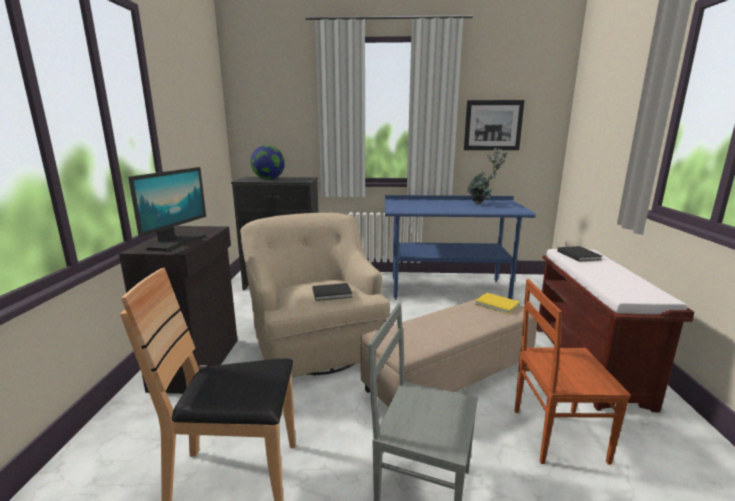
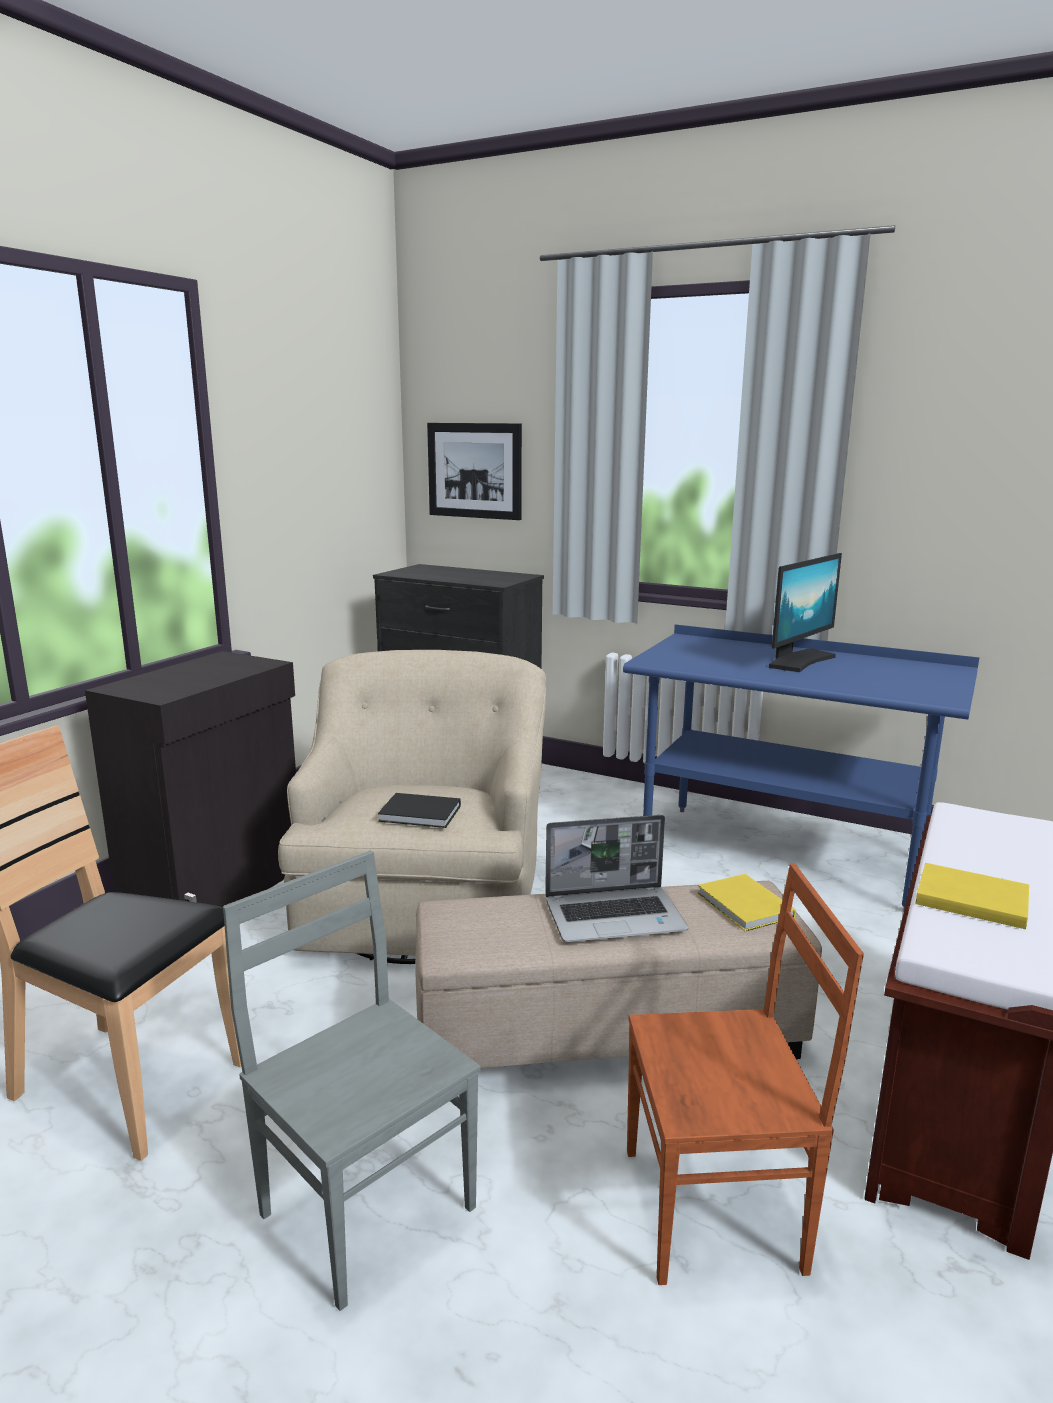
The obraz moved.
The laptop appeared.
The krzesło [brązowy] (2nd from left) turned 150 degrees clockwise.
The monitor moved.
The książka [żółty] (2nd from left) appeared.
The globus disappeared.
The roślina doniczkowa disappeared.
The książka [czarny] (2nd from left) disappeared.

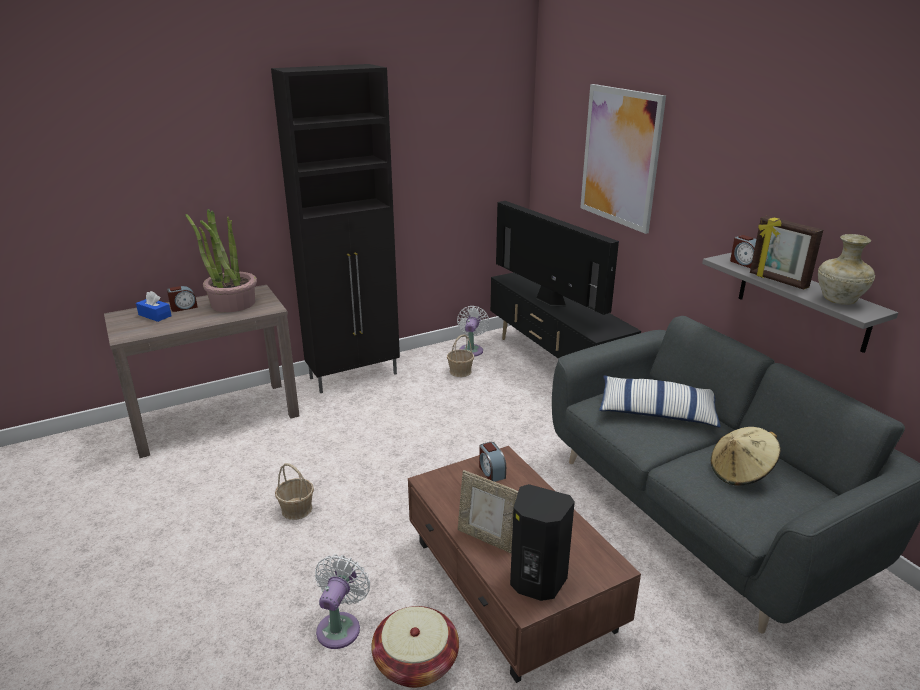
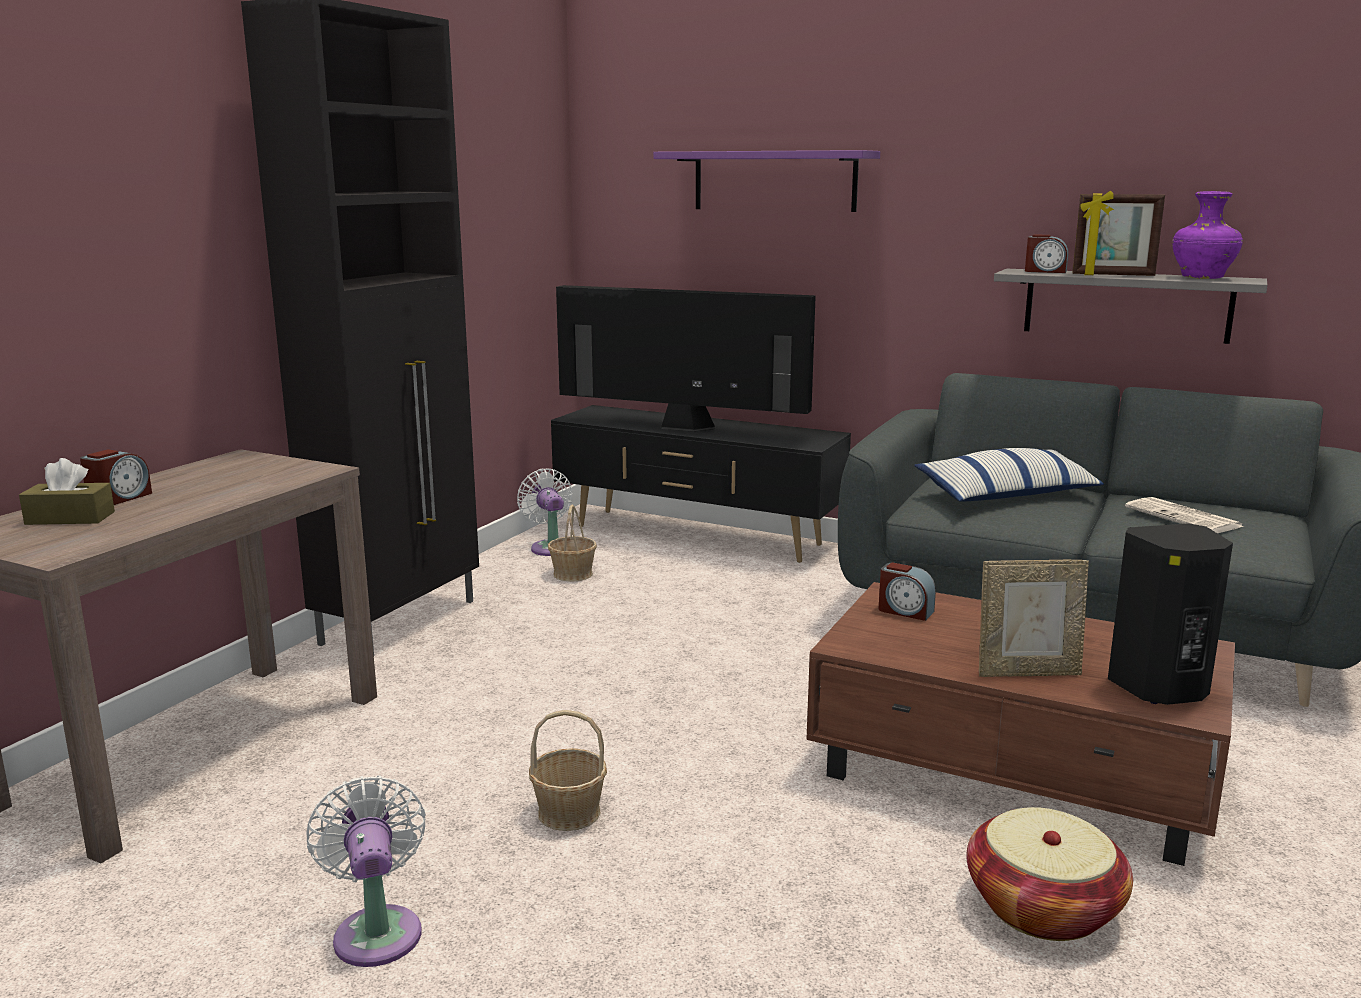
The pudełko chusteczek [niebieski] became the pudełko chusteczek [brązowy].
The wentylator [biały] (1st from left) moved.
The obraz was replaced by the półka [fioletowy].
The kapelusz [beżowy] was replaced by the gazeta.
The wazon [beżowy] became the wazon [fioletowy].
The roślina doniczkowa disappeared.

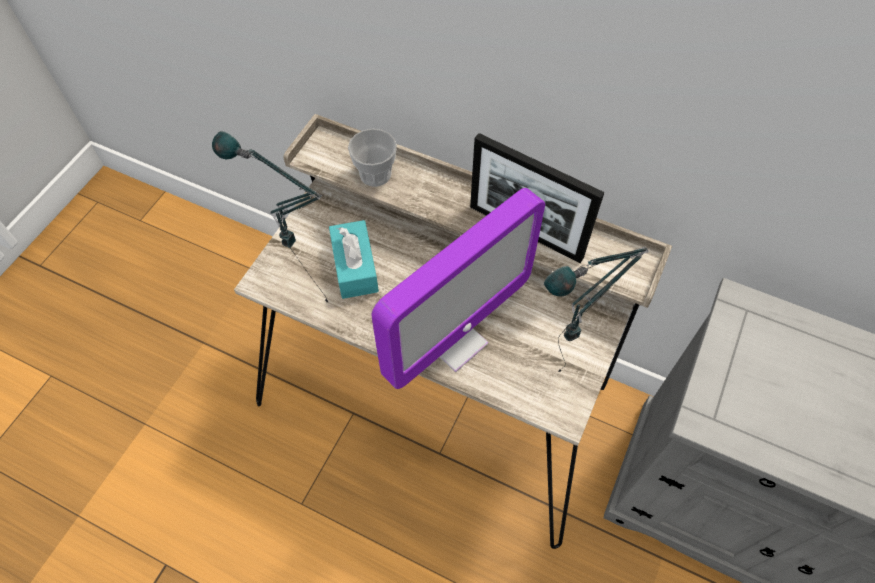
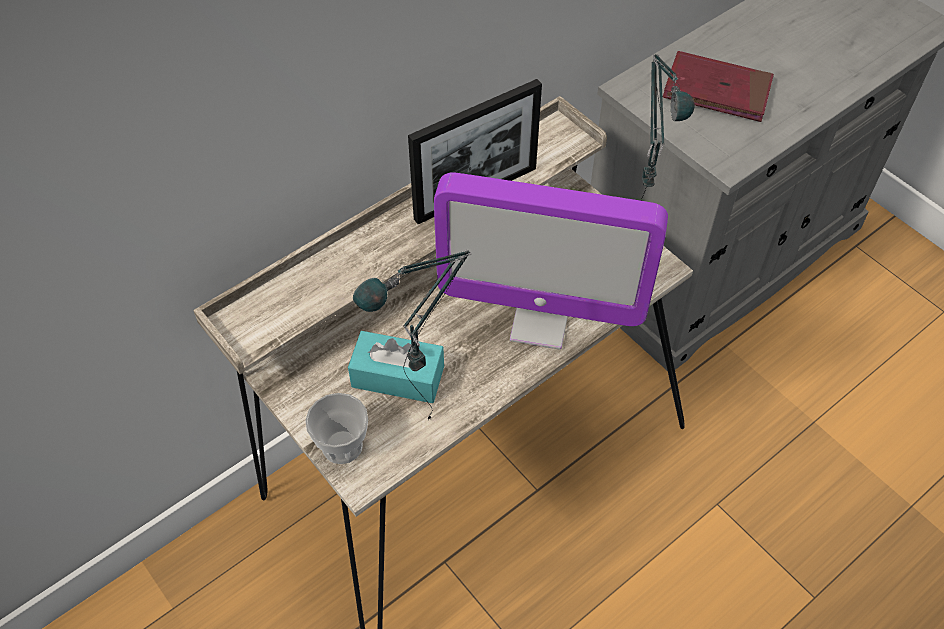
The filiżanka moved.
The monitor turned 120 degrees clockwise.
The książka [czerwony] appeared.

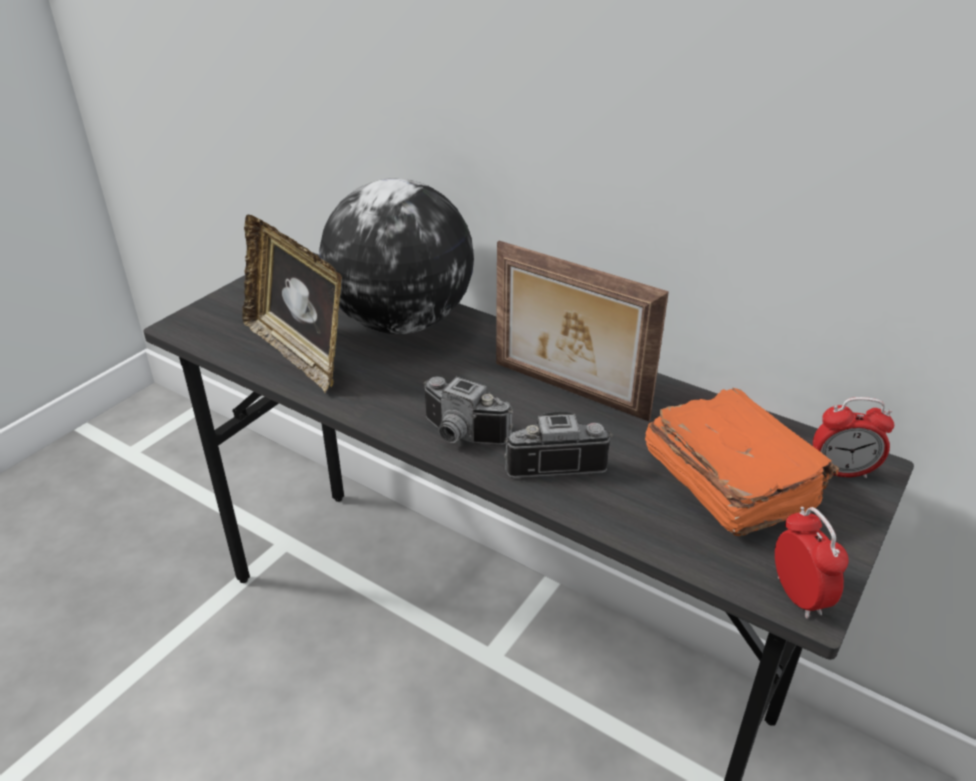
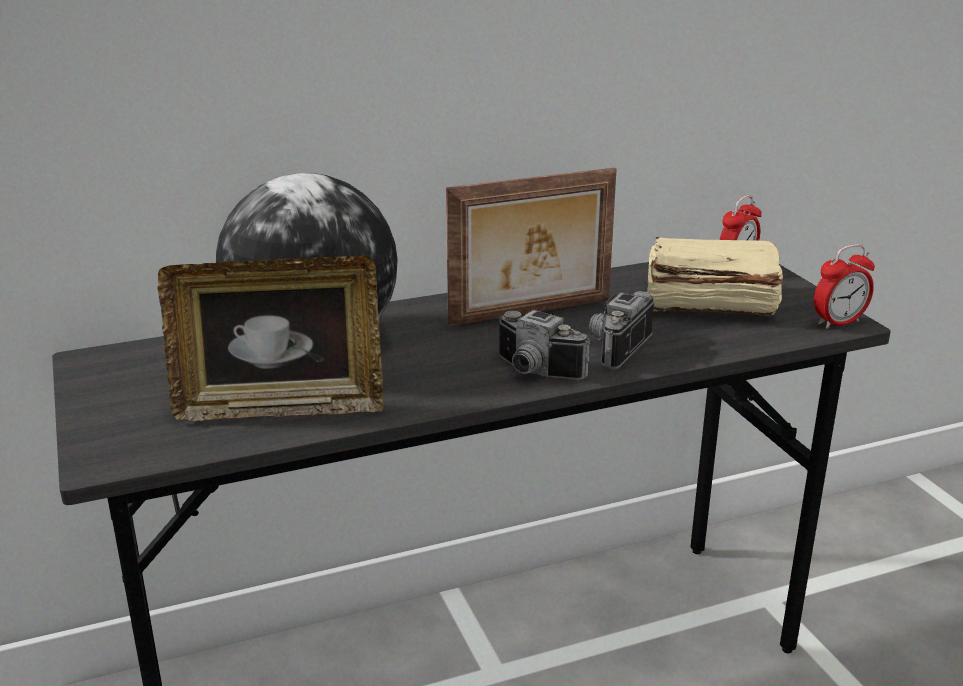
The aparat fotograficzny (1st from left) turned 60 degrees clockwise.
The książka [pomarańczowy] became the książka [beżowy].
The budzik (1st from left in the first image) turned 135 degrees clockwise.

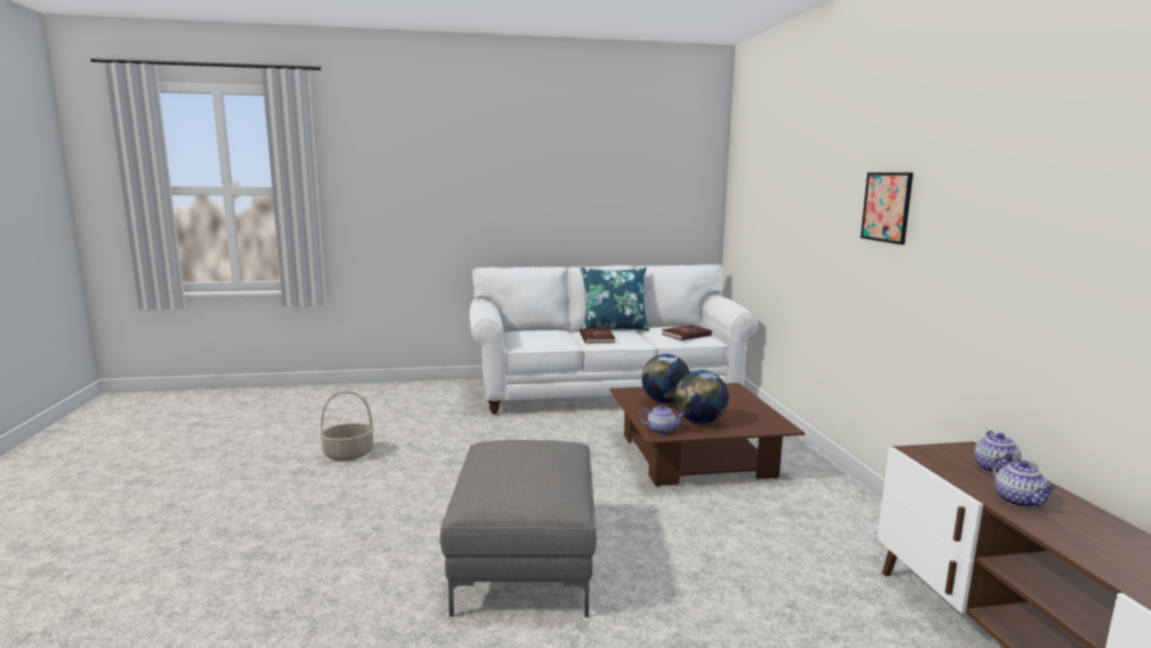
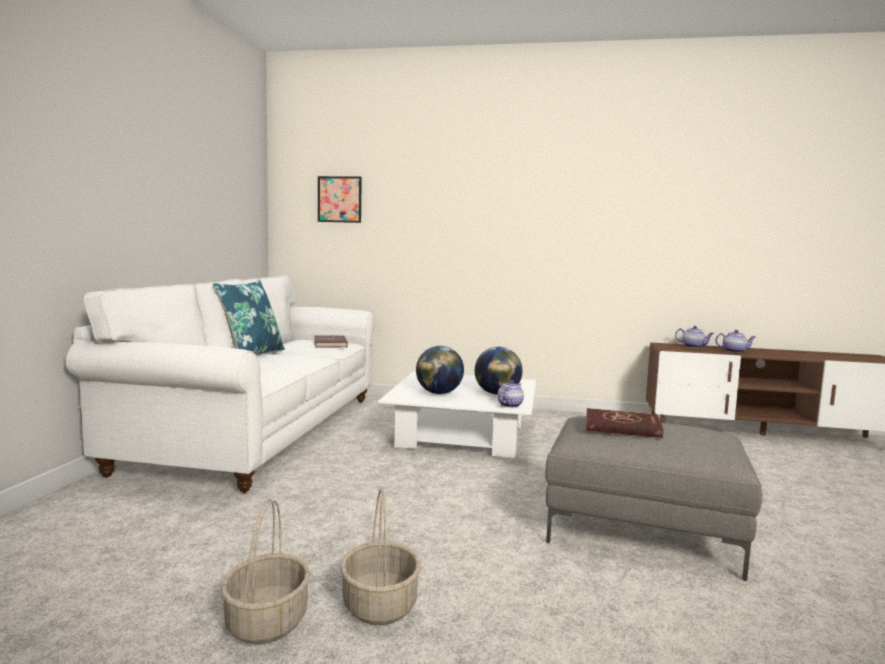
The obraz moved.
The koszyk (2nd from left) appeared.
The ława [brązowy] became the ława [biały].
The książka [czerwony] (1st from left in the first image) moved.

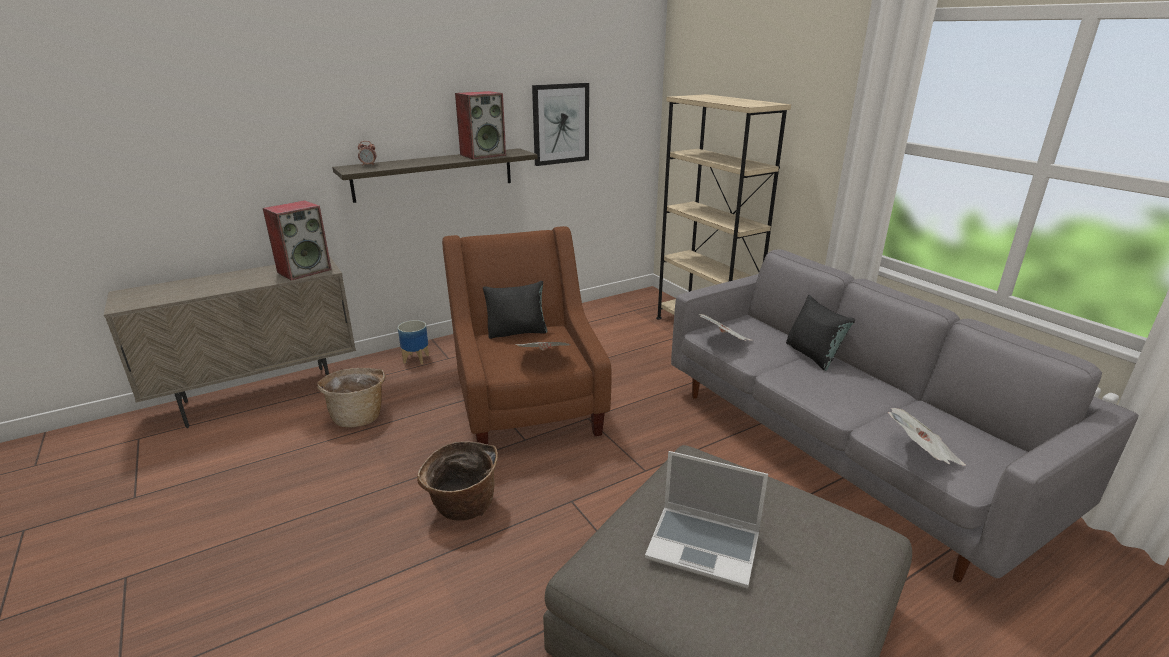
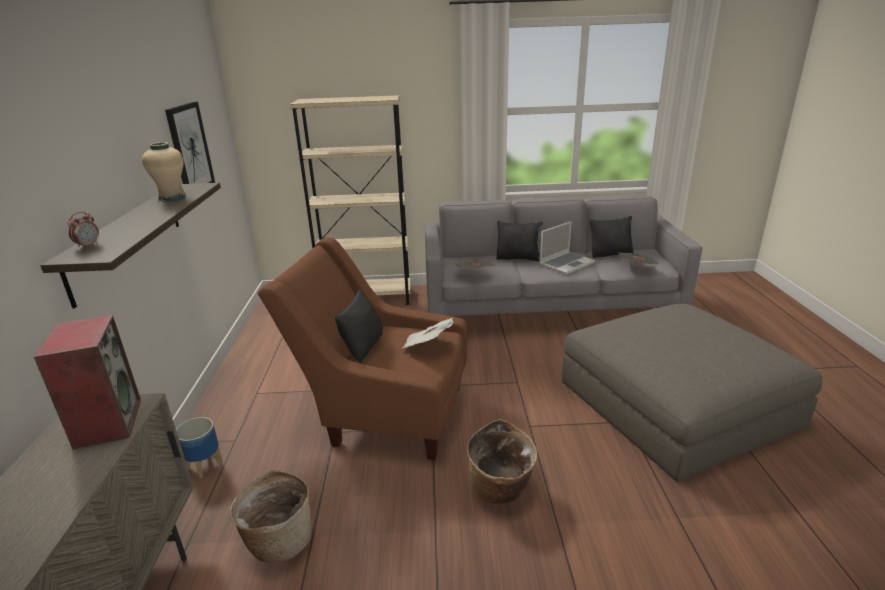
The głośnik (2nd from left) was replaced by the wazon [beżowy].
The laptop moved.
The poduszka [czarny] (3rd from left) appeared.

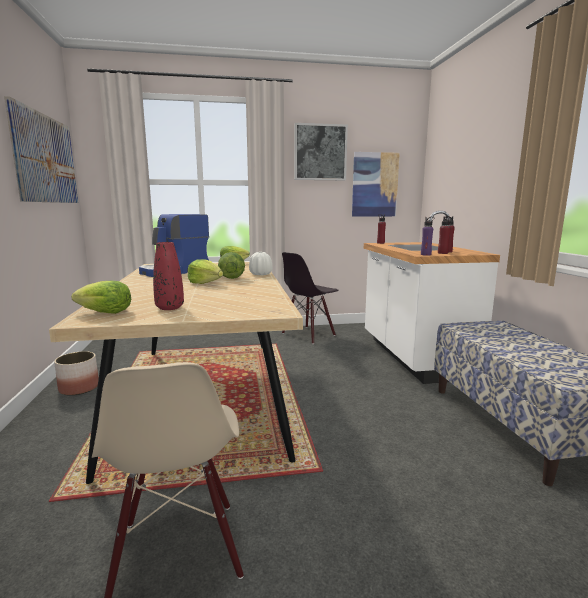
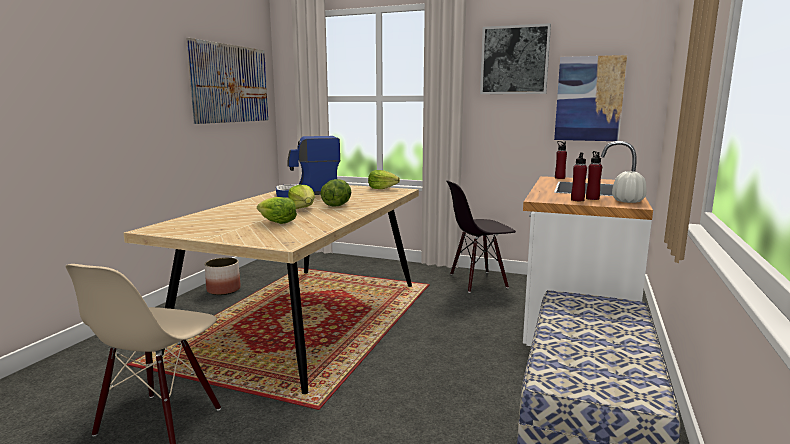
The sałata (1st from left) moved.
The wazon [biały] moved.
The wazon [czerwony] disappeared.
The butelka [fioletowy] disappeared.

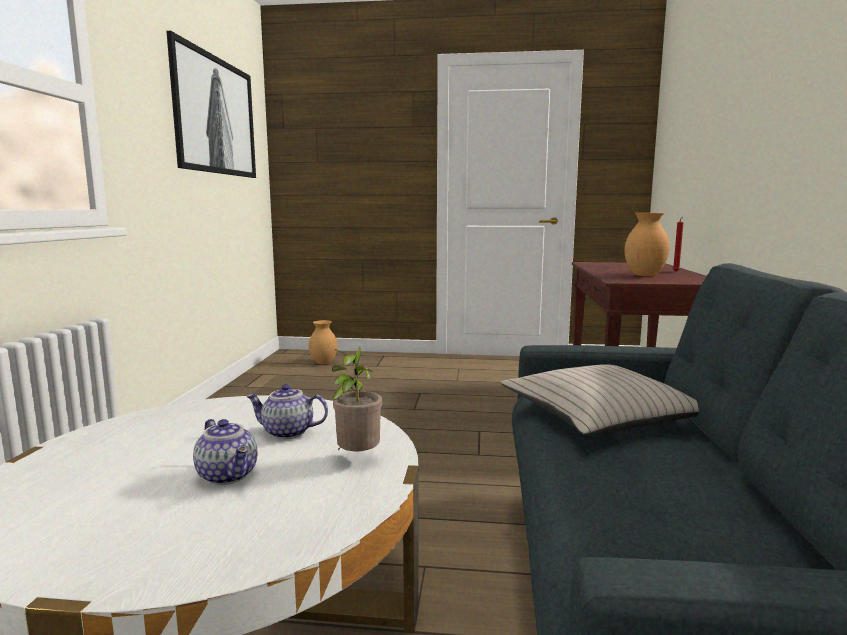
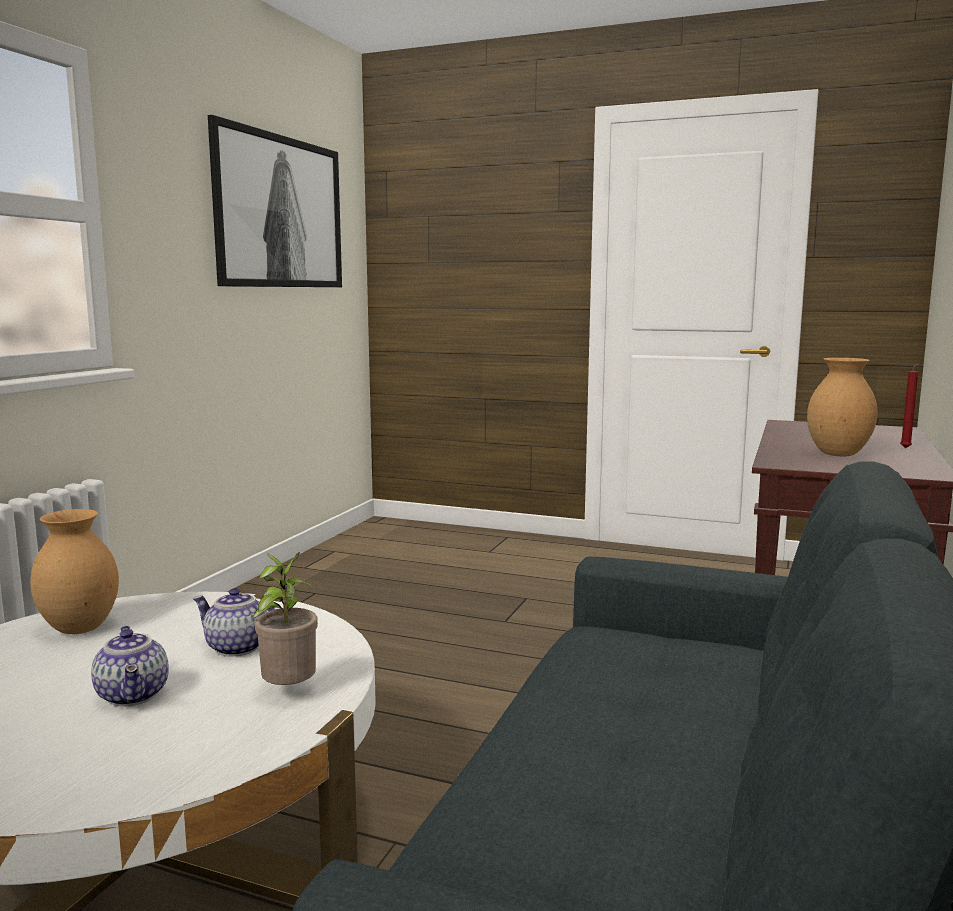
The wazon [brązowy] (1st from left) moved.
The poduszka [beżowy] disappeared.

